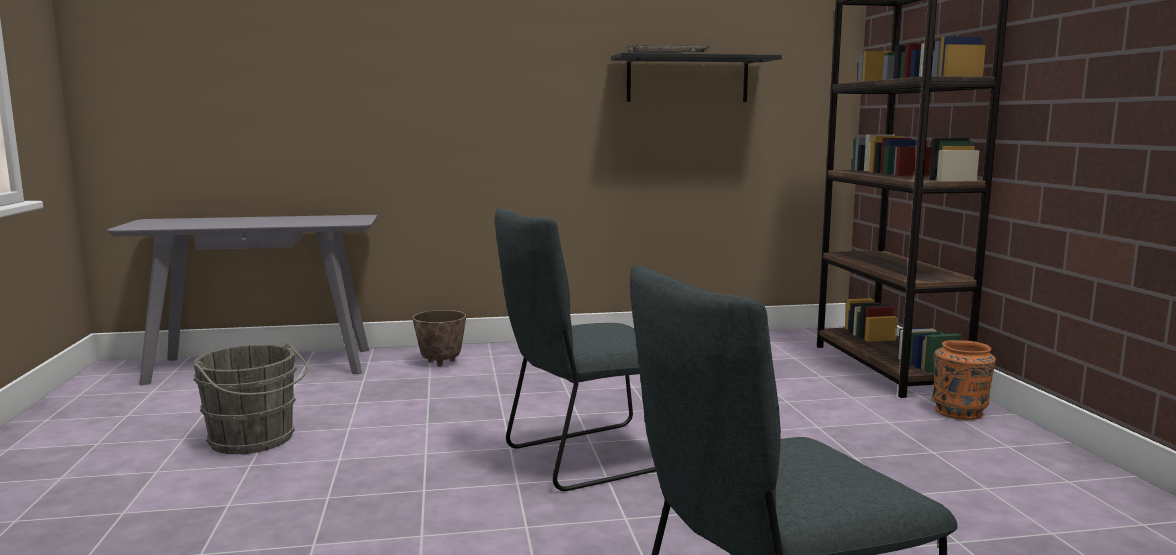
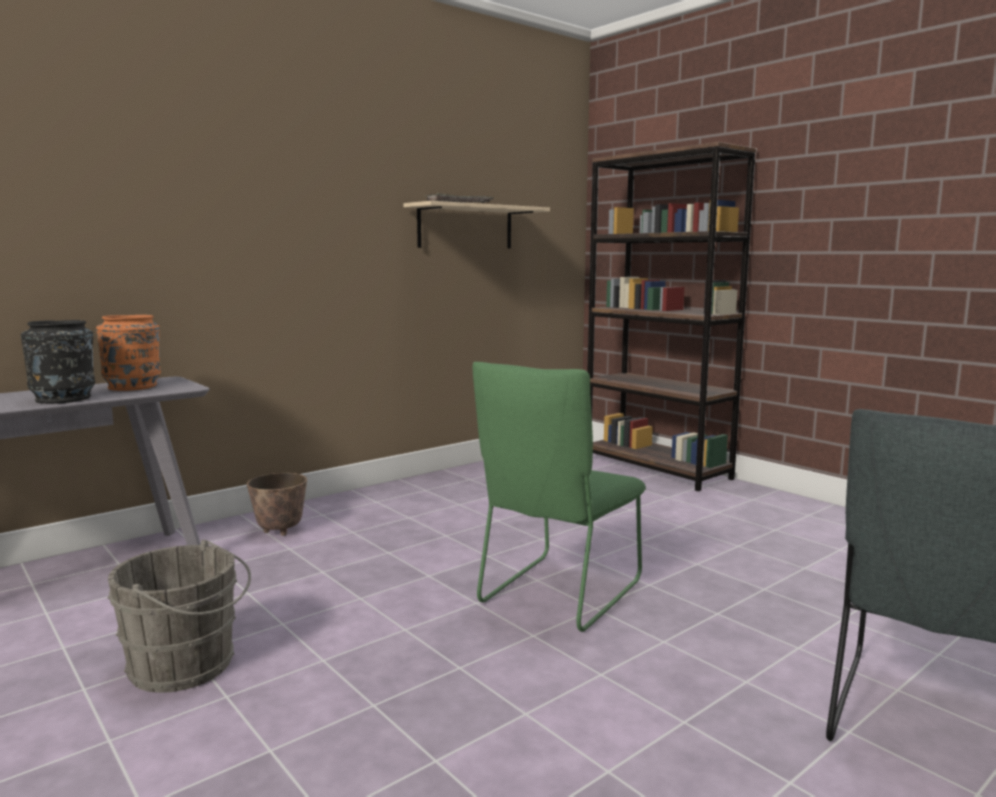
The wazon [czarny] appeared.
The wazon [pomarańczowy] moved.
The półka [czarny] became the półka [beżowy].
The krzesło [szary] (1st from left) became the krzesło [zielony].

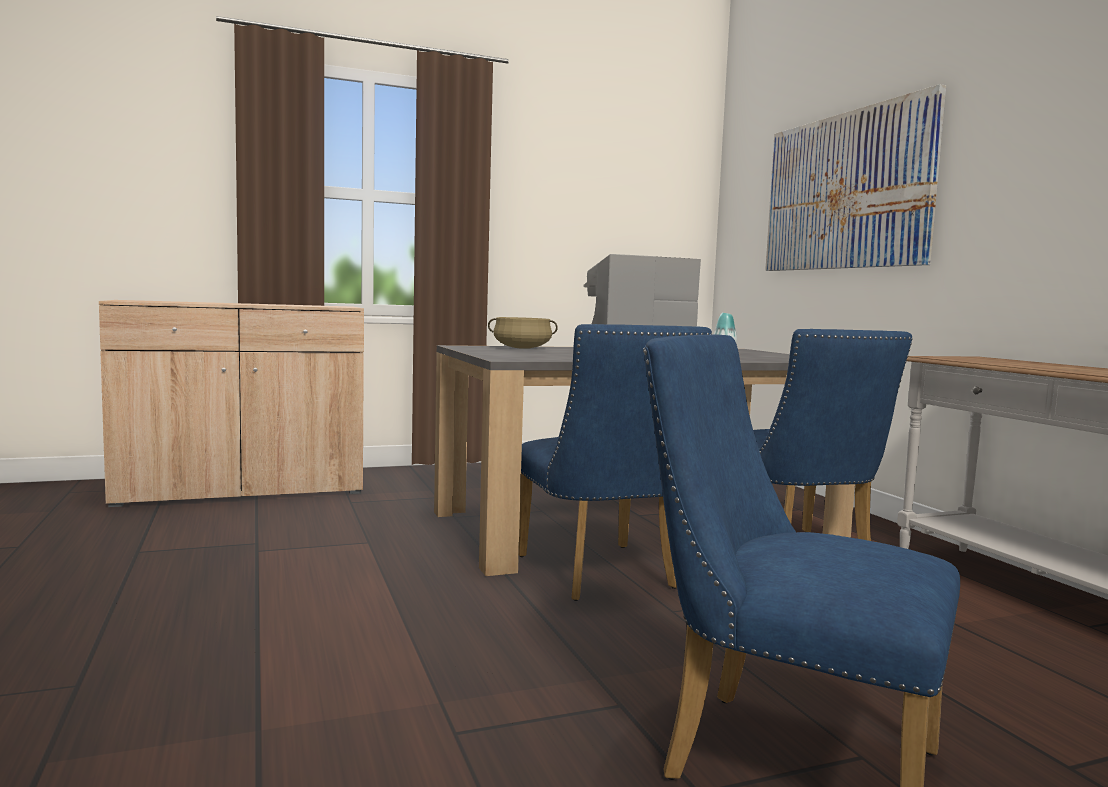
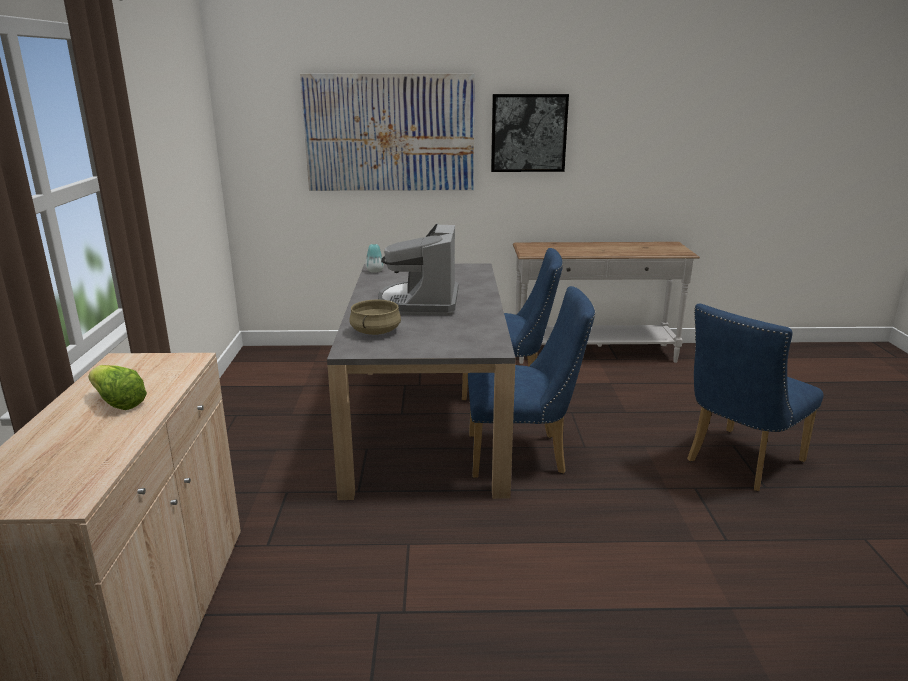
The sałata appeared.
The obraz (2nd from left) appeared.

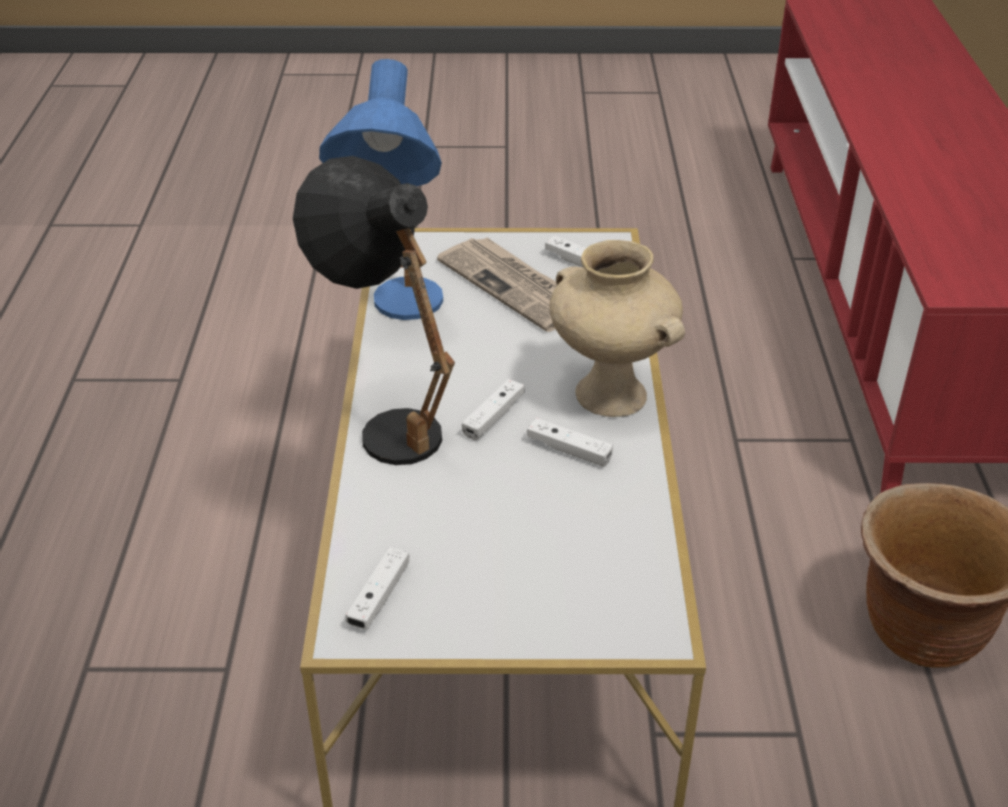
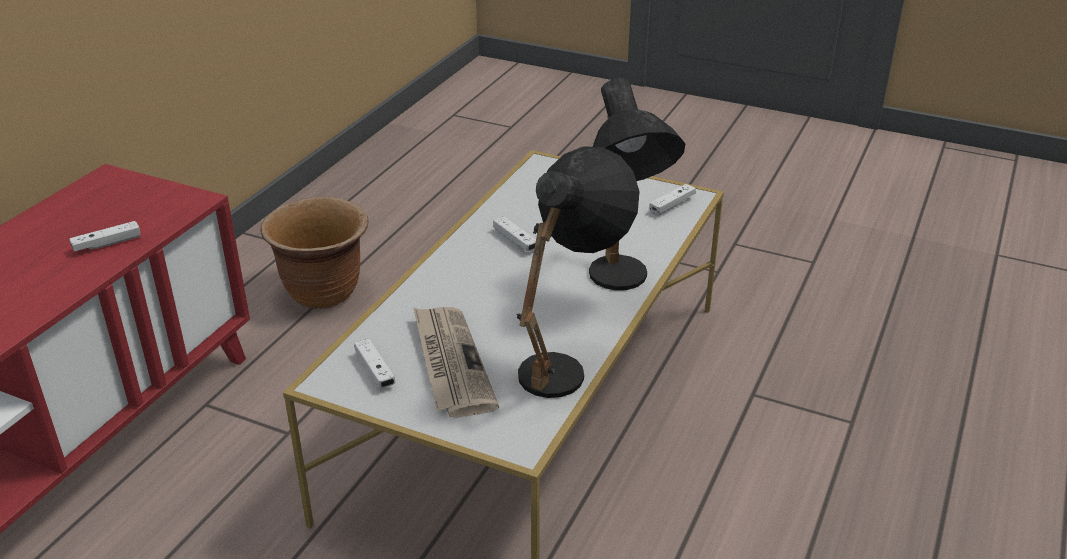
The pad do gier [biały] (2nd from left in the first image) moved.
The lampa stołowa [niebieski] became the lampa stołowa [czarny] (1st from left).
The wazon [beżowy] disappeared.

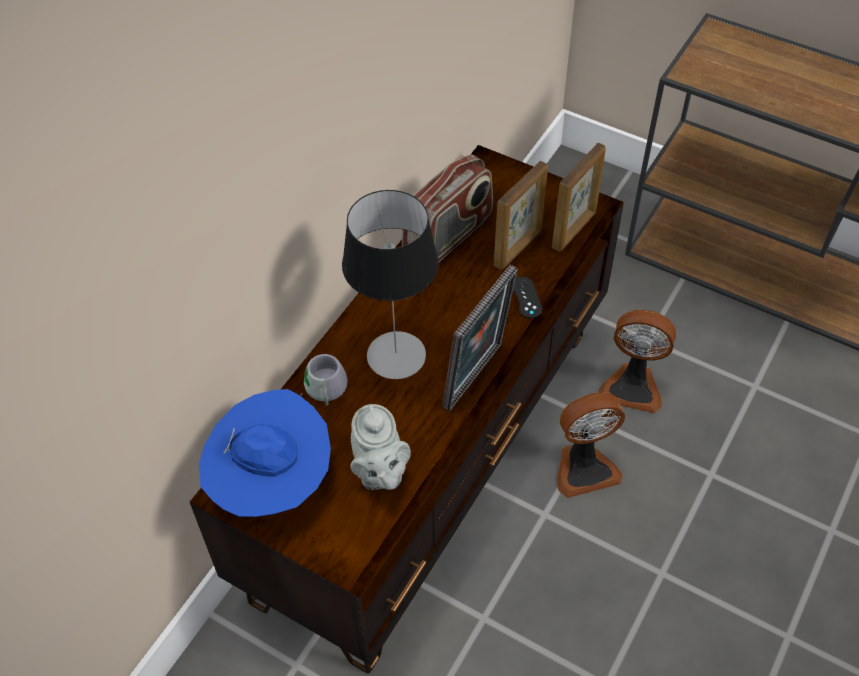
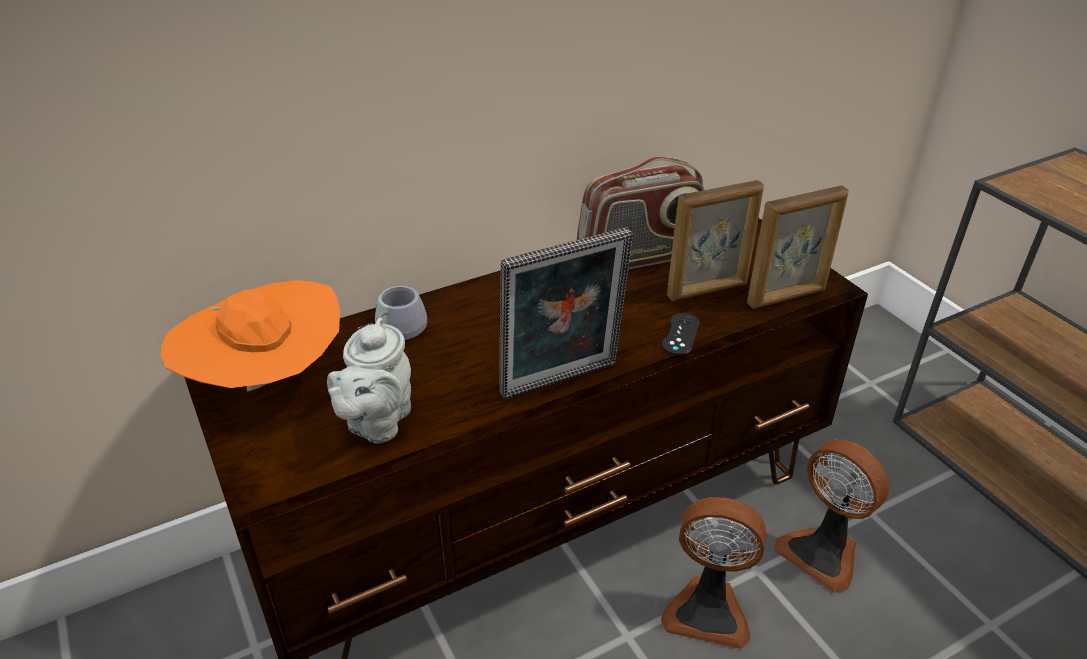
The kapelusz [niebieski] became the kapelusz [pomarańczowy].
The lampa stołowa disappeared.

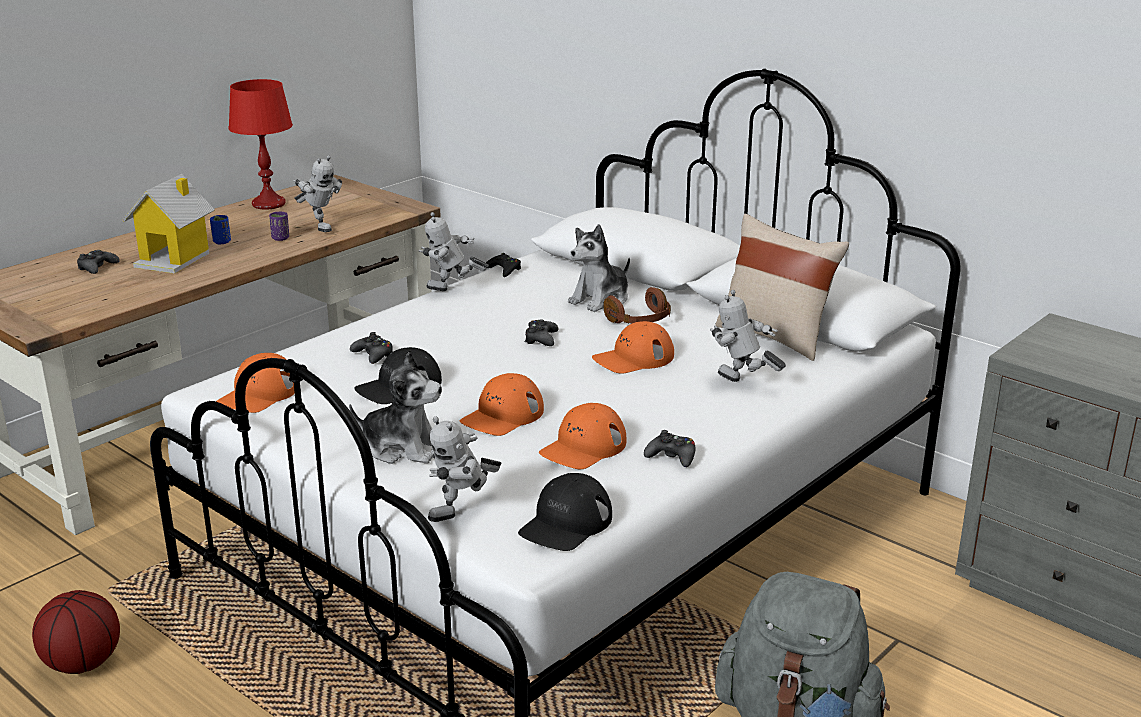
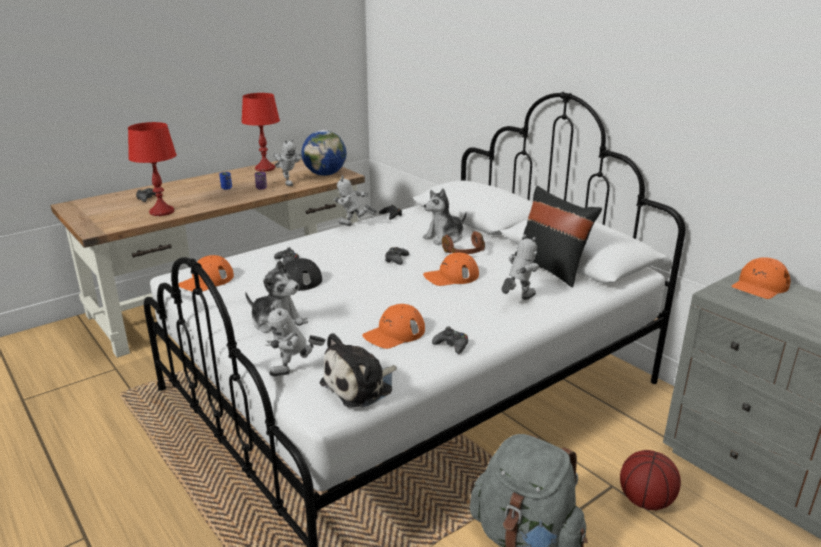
The lampa stołowa [czerwony] (1st from left) appeared.
The globus appeared.
The czapka z daszkiem [czarny] (2nd from left) was replaced by the pluszak (2nd from left).
The robot zabawkowy (4th from left) turned 90 degrees clockwise.
The poduszka [beżowy] became the poduszka [czarny].
The piłka do koszykówki moved.
The czapka z daszkiem [pomarańczowy] (2nd from left in the first image) moved.
The domek disappeared.

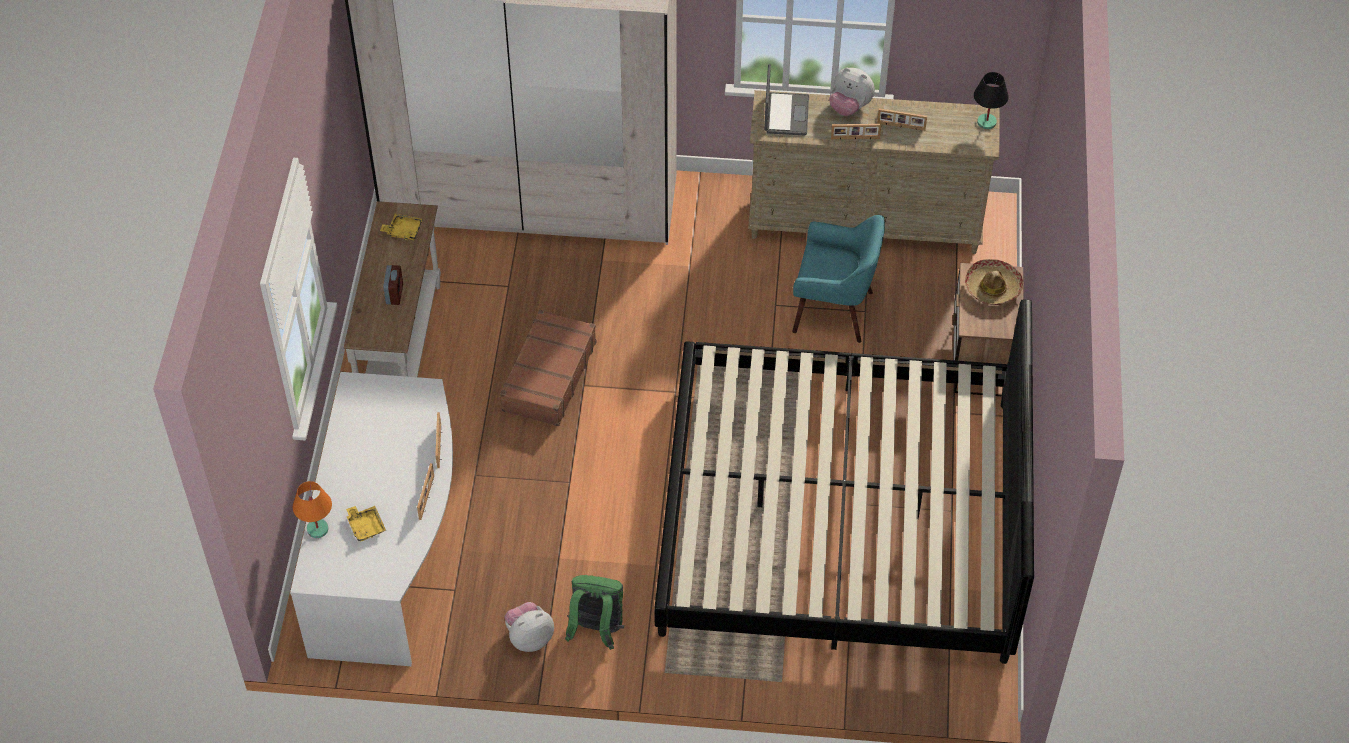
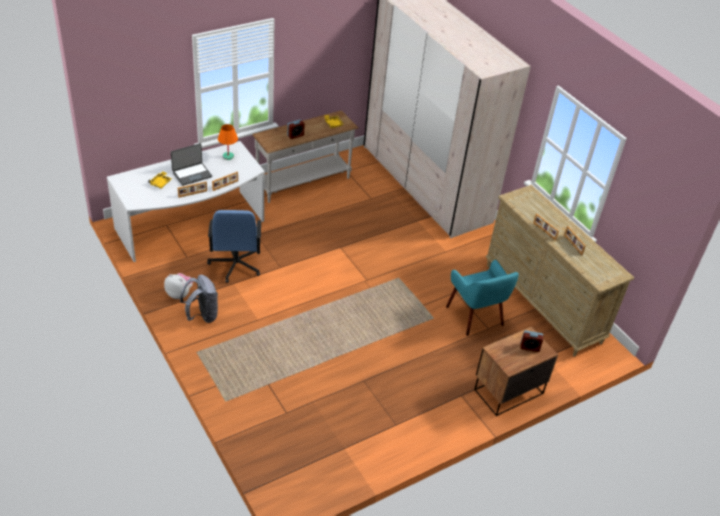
The laptop moved.
The plecak [zielony] became the plecak [szary].
The krzesło biurowe [niebieski] appeared.
The lampa stołowa [pomarańczowy] moved.
The kapelusz was replaced by the budzik (2nd from left).
The walizka [brązowy] disappeared.
The łóżko disappeared.
The pluszak (2nd from left) disappeared.
The lampa stołowa [czarny] disappeared.

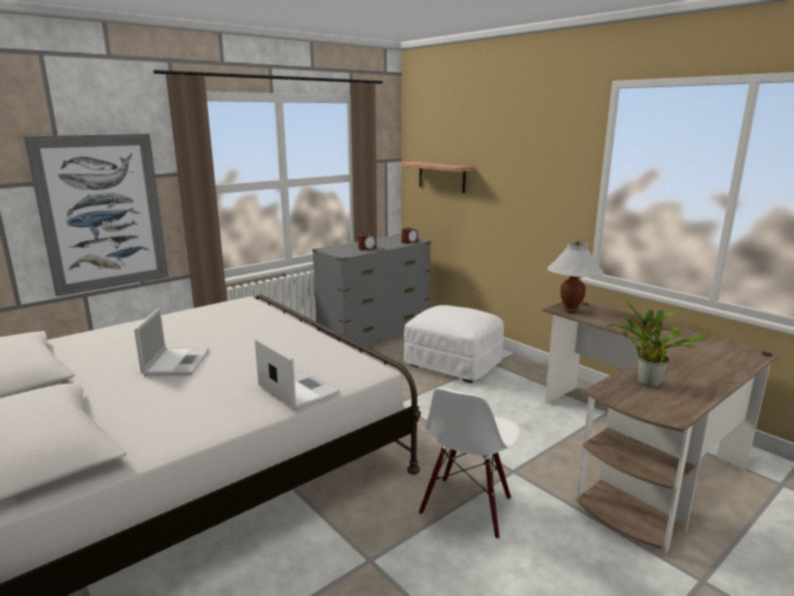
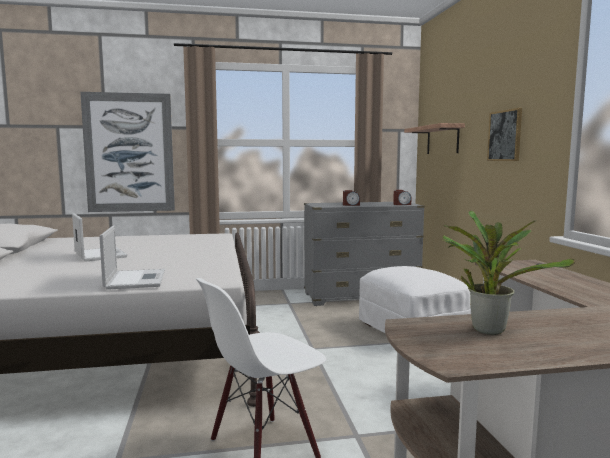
The laptop (1st from left) turned 60 degrees counterclockwise.
The obraz (2nd from left) appeared.
The lampa stołowa [biały] disappeared.

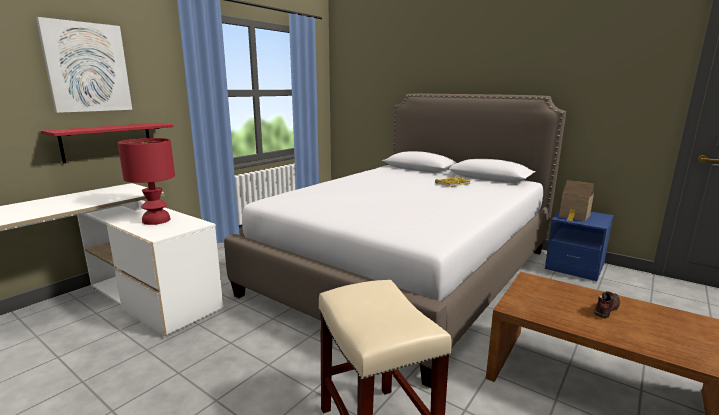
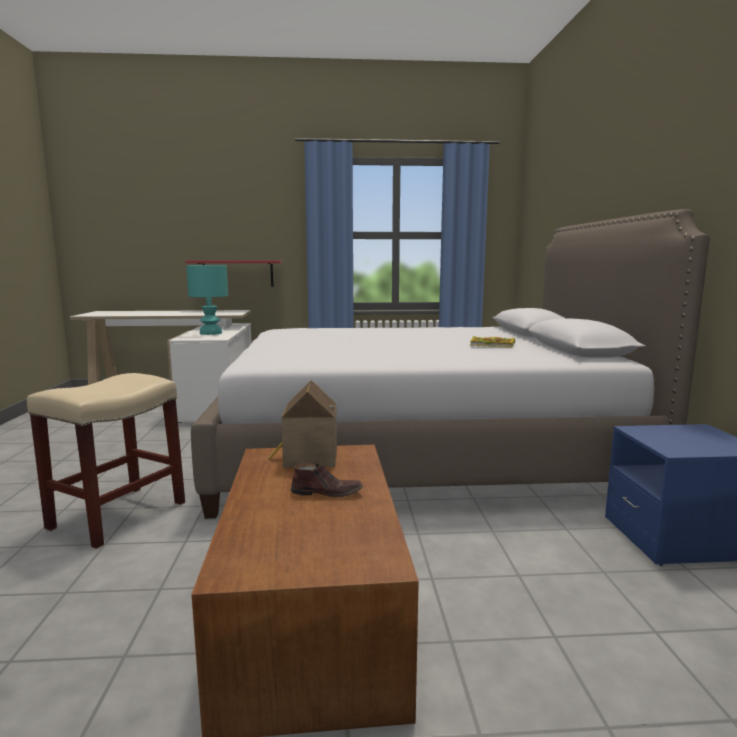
The lampa stołowa [czerwony] became the lampa stołowa [turkusowy].
The domek moved.
The obraz disappeared.

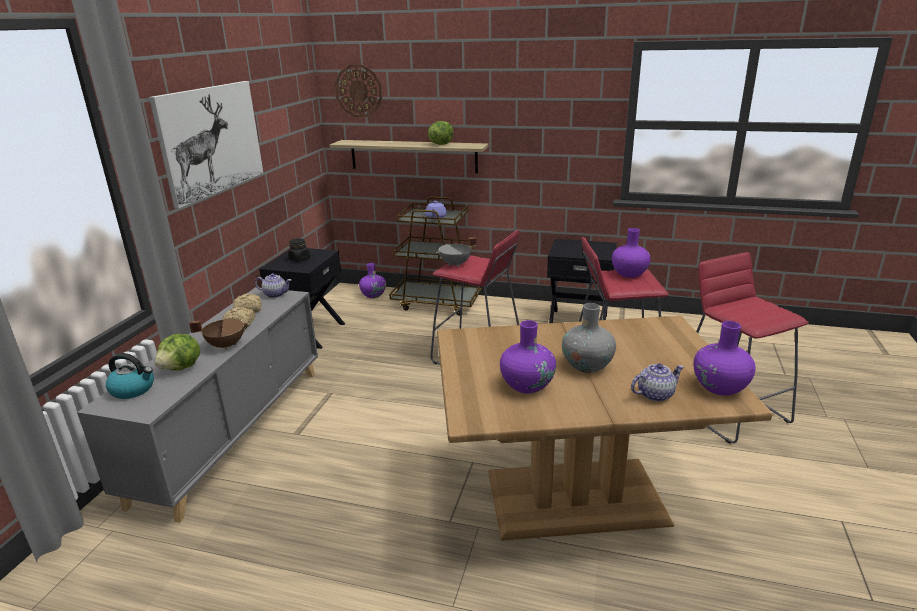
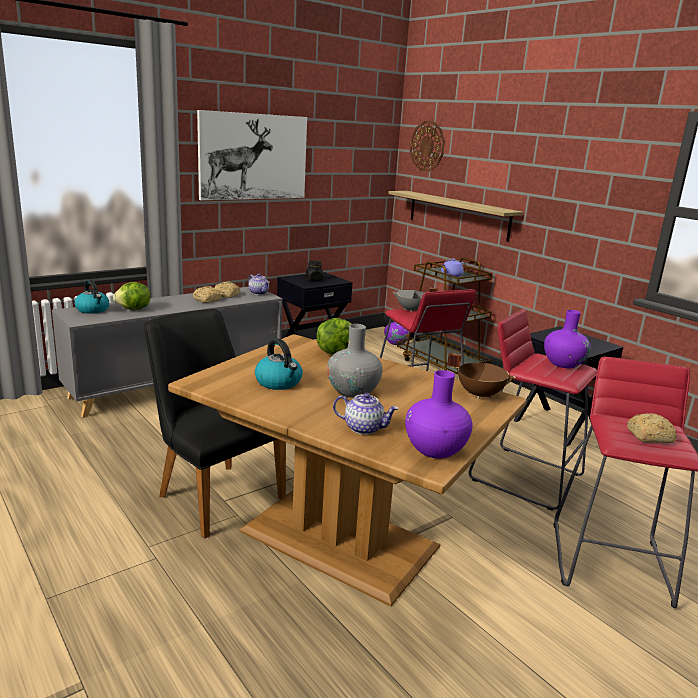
The krzesło [czarny] appeared.
The wazon [fioletowy] (2nd from left) was replaced by the czajnik (2nd from left).
The sałata (2nd from left) moved.
The garnek [brązowy] moved.
The chleb (3rd from left) appeared.

